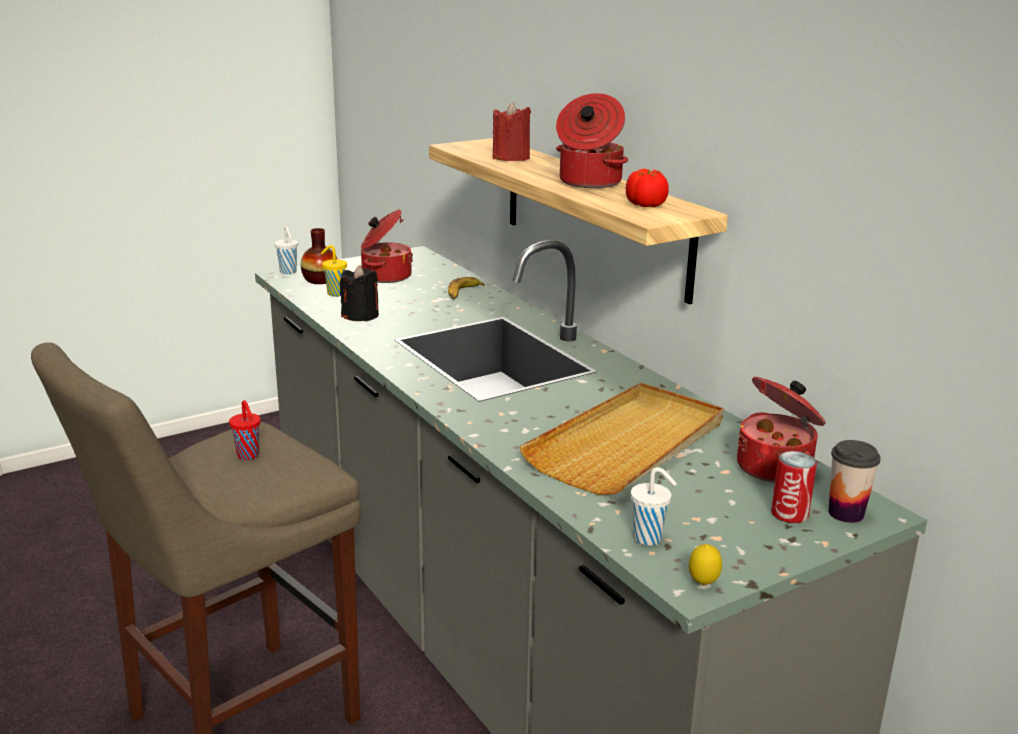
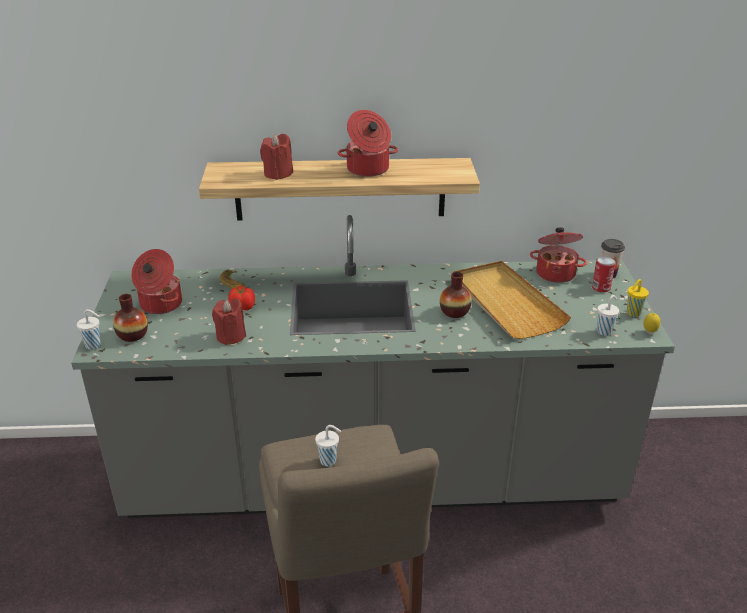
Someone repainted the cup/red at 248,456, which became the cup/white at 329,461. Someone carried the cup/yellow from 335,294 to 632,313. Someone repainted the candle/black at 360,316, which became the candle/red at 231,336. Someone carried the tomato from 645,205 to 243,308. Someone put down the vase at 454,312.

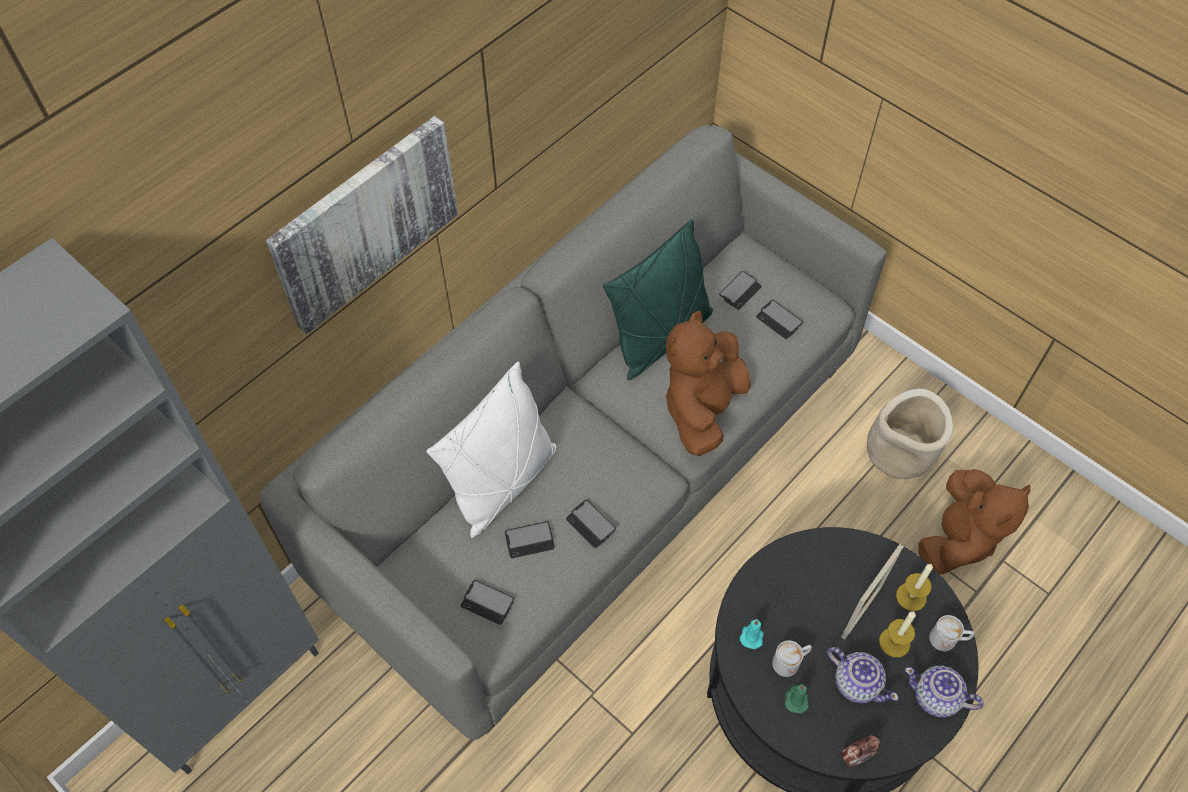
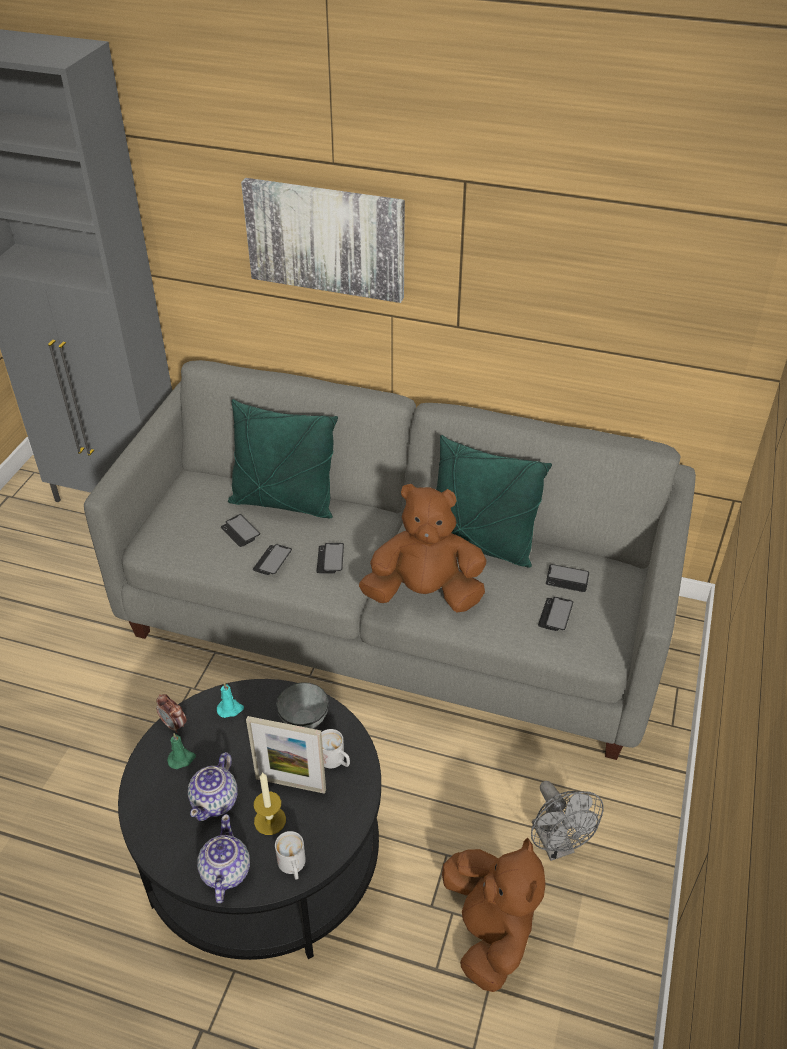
Someone repainted the pillow/white at 502,483, which became the pillow/green at 284,502. Someone carried the phone from 487,603 to 330,559. Someone carried the mug/white from 791,661 to 335,761. Someone carried the alarm clock from 855,756 to 174,725. Someone swapped the planter/beige at 898,454 for the fan/grey at 556,845. Someone took away the candle at 911,596. Someone rotated the plush toy/brown at 957,539 by 105 degrees counterclockwise. Someone put down the bowl/grey at 304,721.

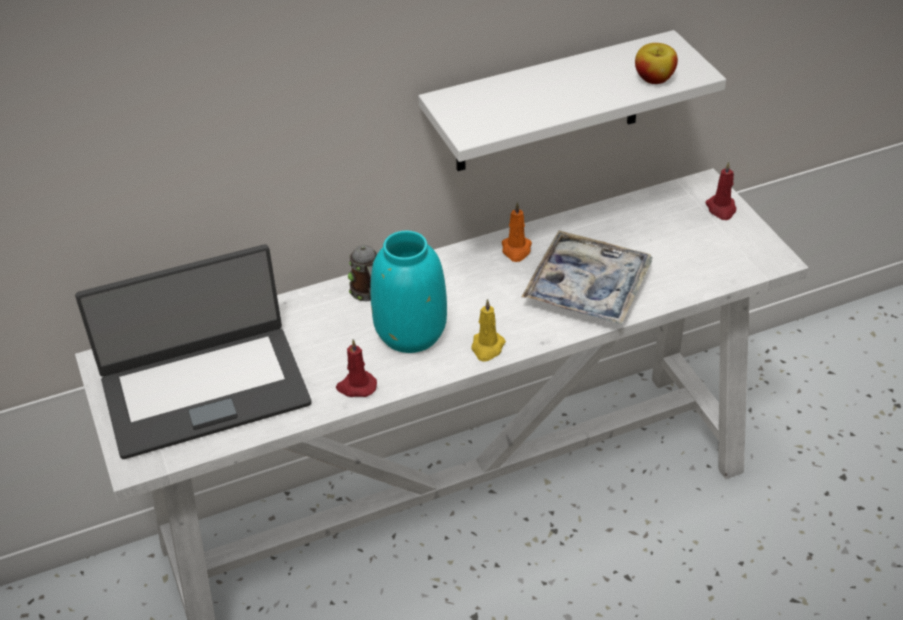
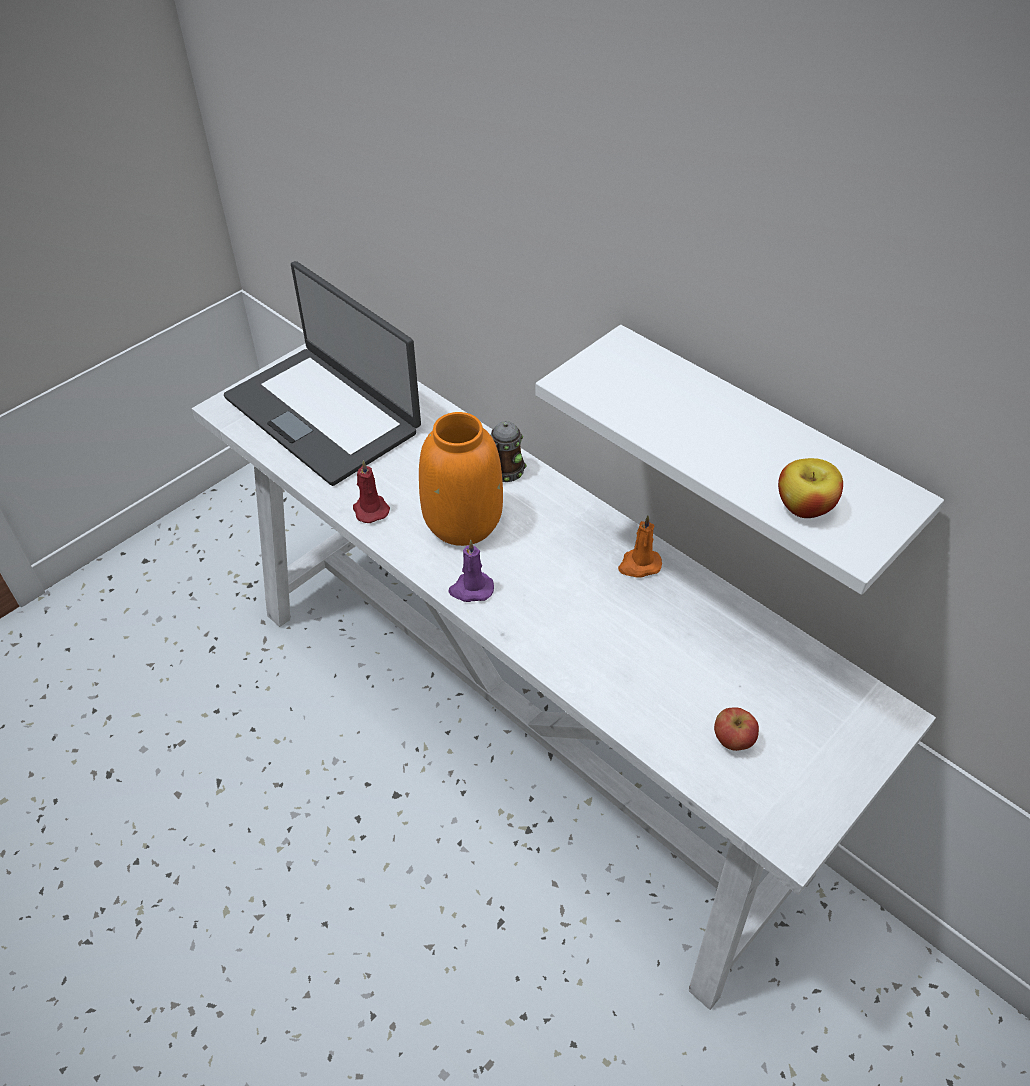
Someone repainted the vase/turquoise at 412,332, which became the vase/orange at 463,523. Someone repainted the candle/yellow at 487,347, which became the candle/purple at 471,589. Someone took away the tray at 587,288. Someone took away the candle/red at 721,209. Someone put down the apple at 732,740.

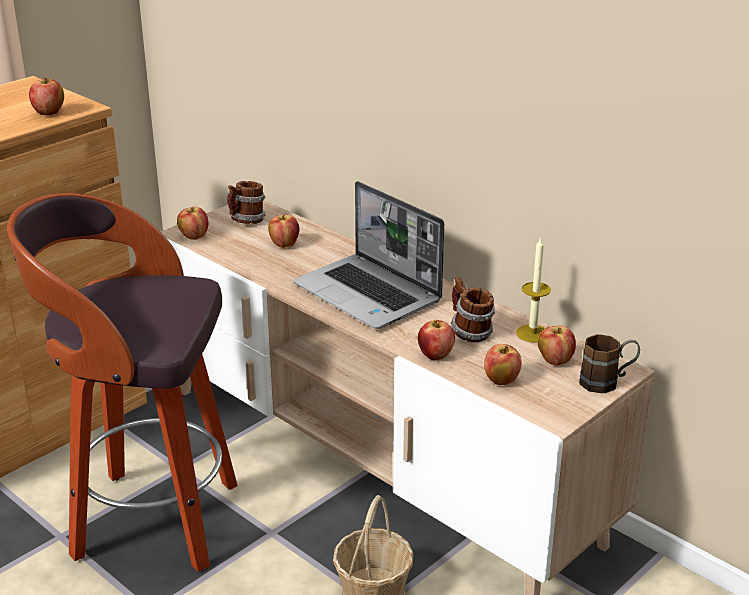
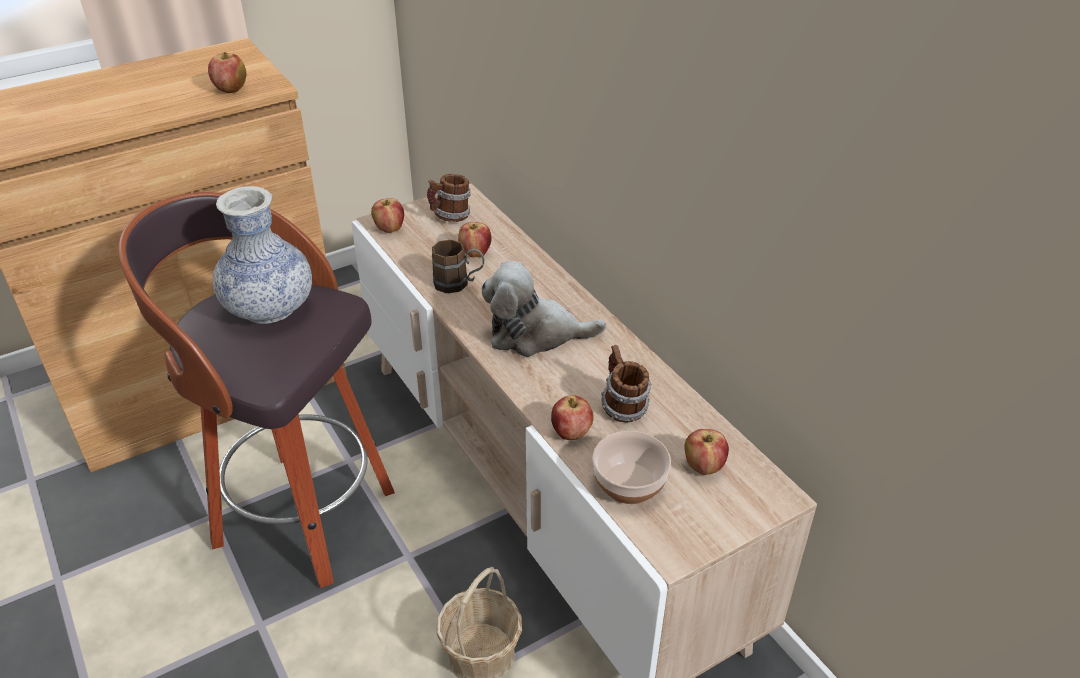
Someone swapped the laptop at 369,294 for the plush toy at 535,334. Someone swapped the apple at 501,380 for the bowl at 629,483. Someone took away the candle at 532,333. Someone carried the mug/brown from 607,382 to 459,283. Someone put down the vase at 269,308.

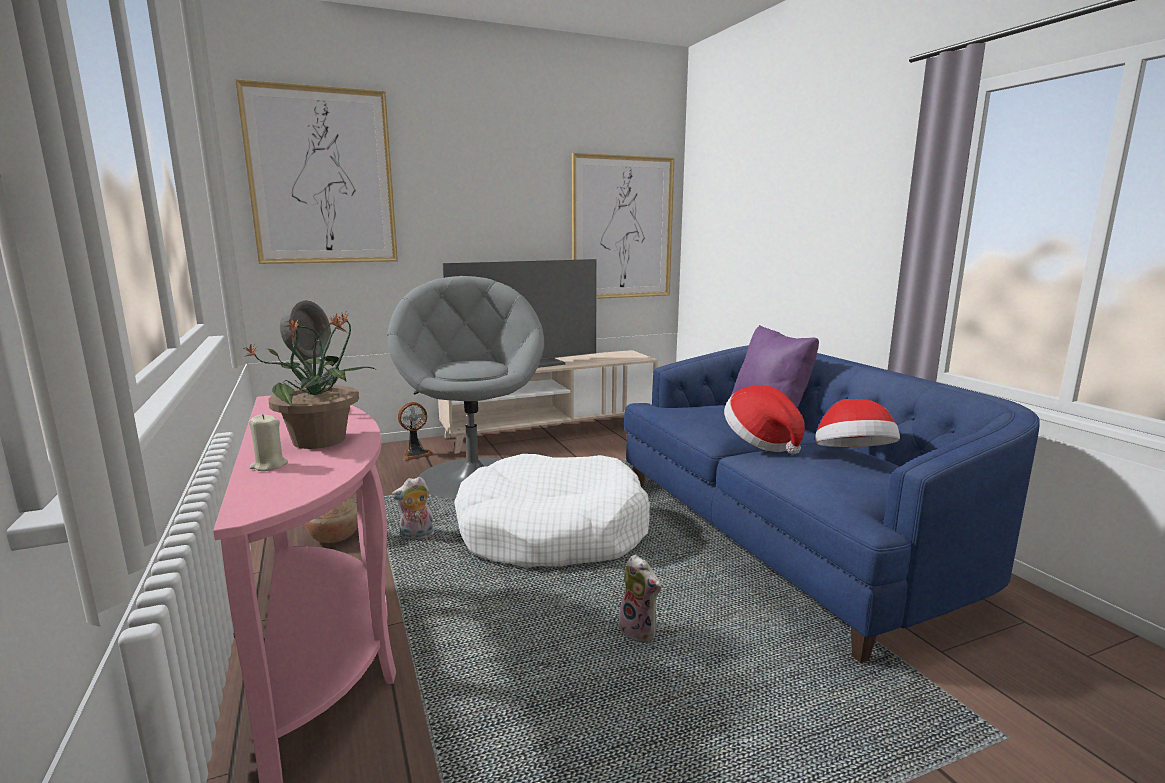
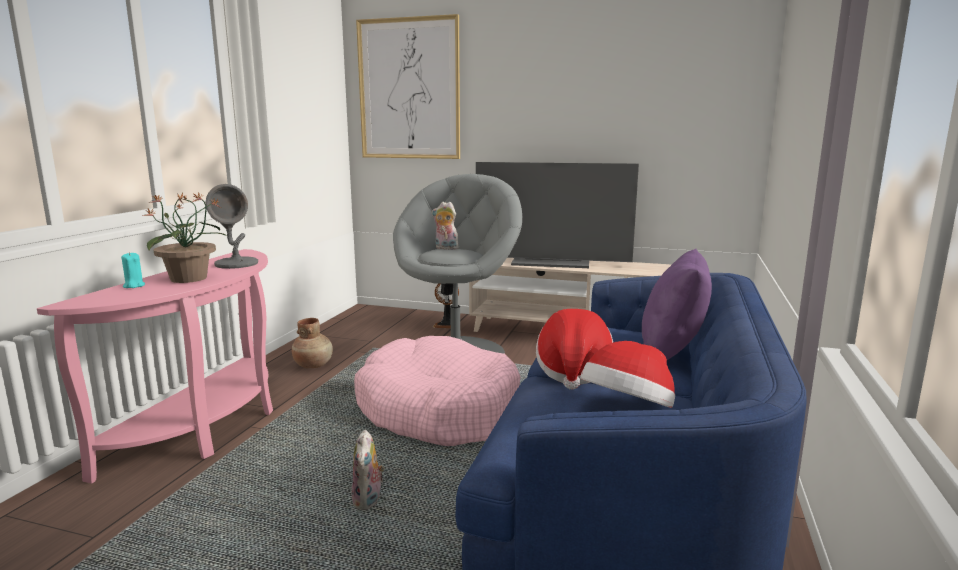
Someone repainted the candle/beige at 269,466, which became the candle/turquoise at 134,286. Someone carried the plush toy from 416,536 to 445,248. Someone repainted the dog bed/white at 552,532, which became the dog bed/pink at 437,410. Someone took away the picture at 622,228.

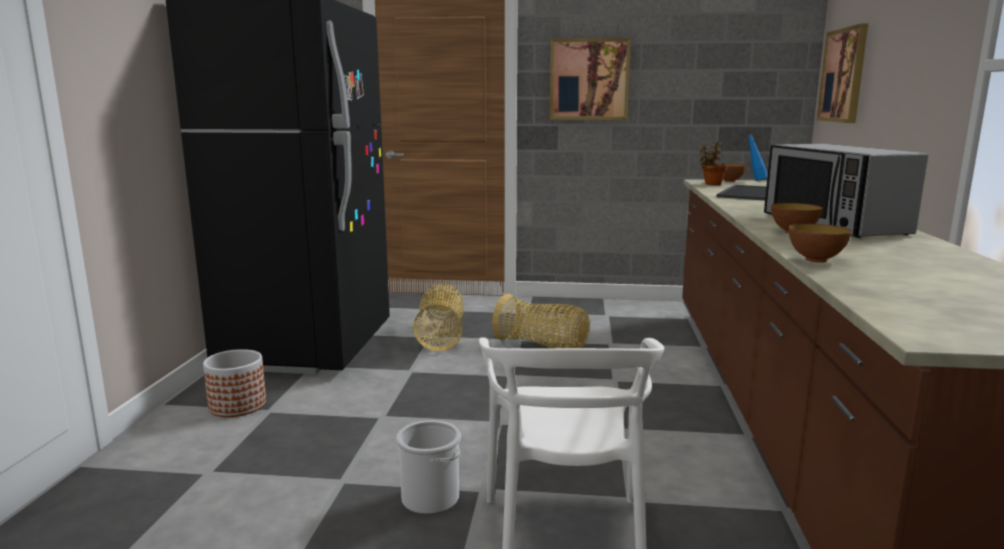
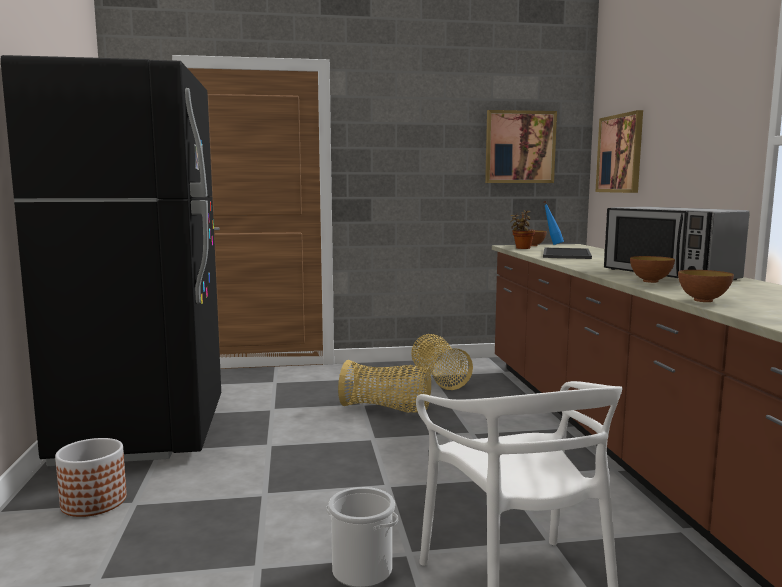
Someone carried the basket from 441,336 to 438,378. Someone carried the picture from 589,79 to 520,147.

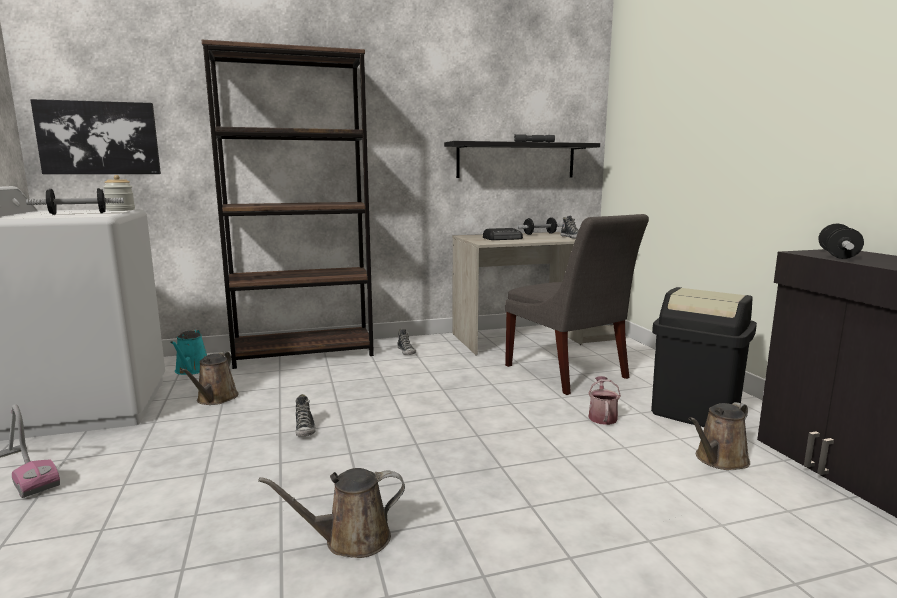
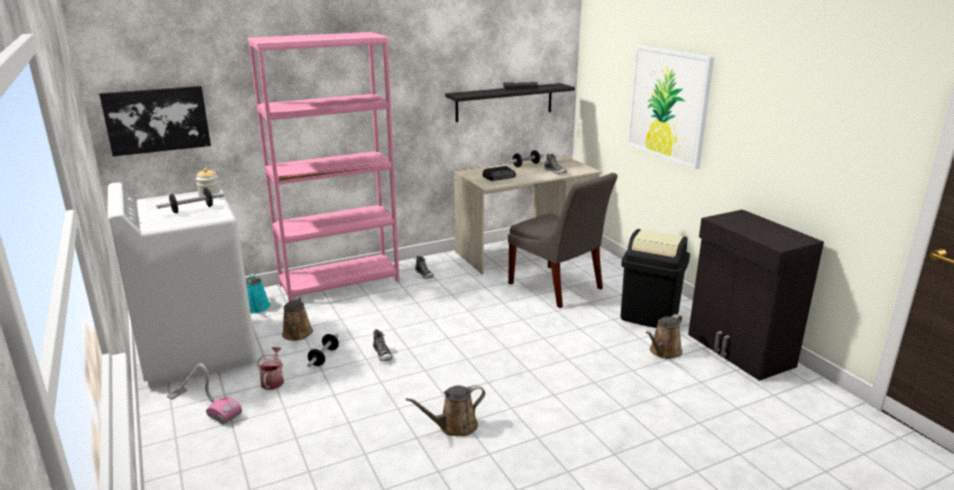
Someone repainted the bookcase/brown at 304,353, which became the bookcase/pink at 340,283. Someone carried the watering can from 602,416 to 273,381. Someone carried the dumbbell from 837,255 to 324,357. Someone put up the picture at 668,104.

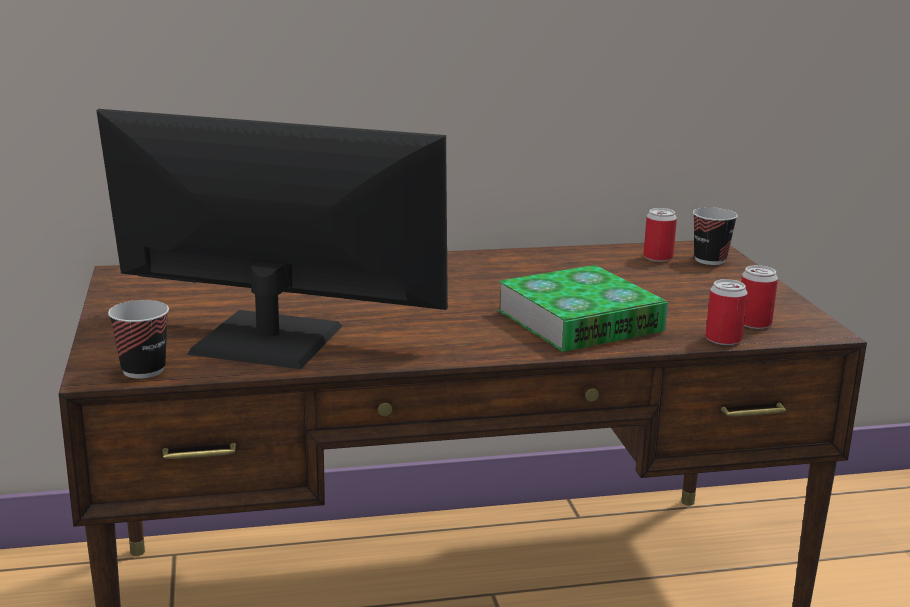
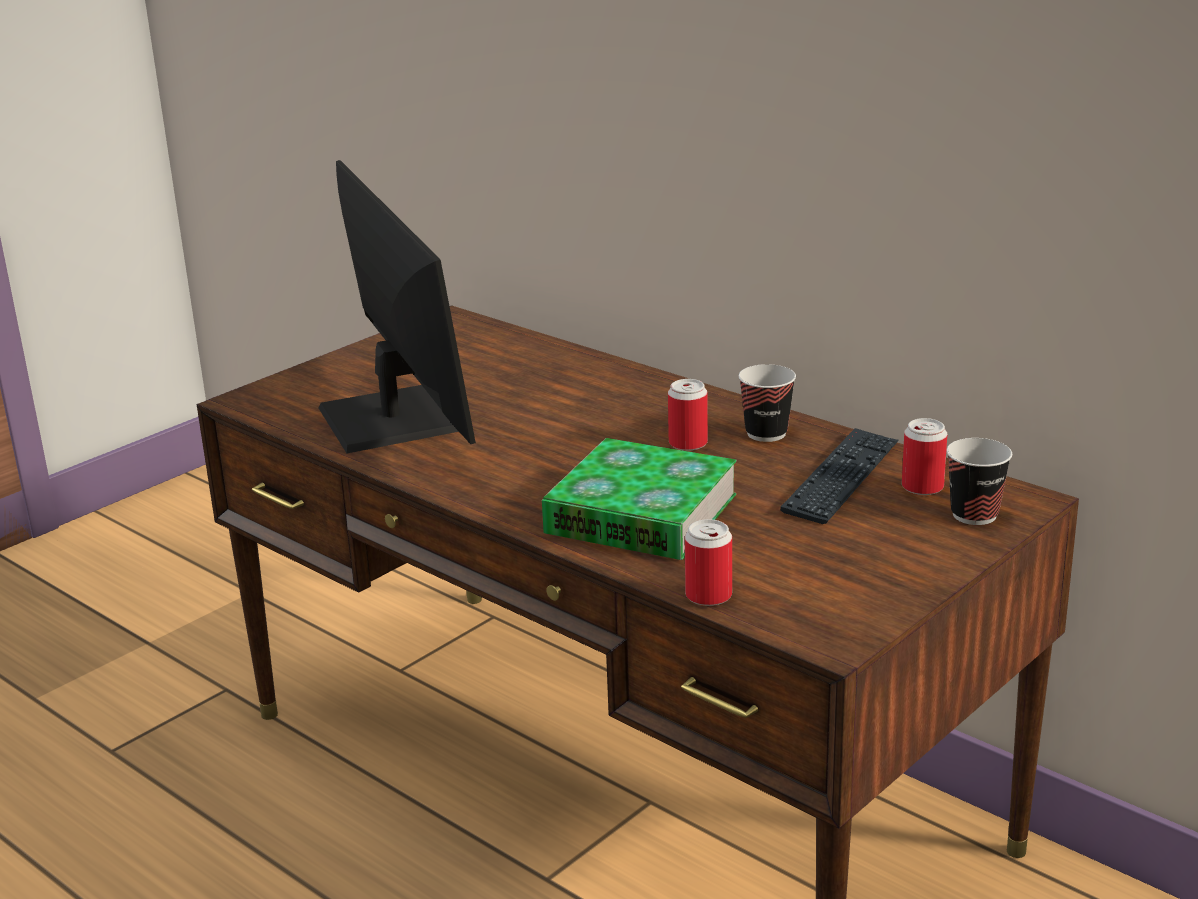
Someone carried the cup from 143,370 to 766,433. Someone carried the can from 754,323 to 688,443. Someone put down the keyboard at 841,478.

